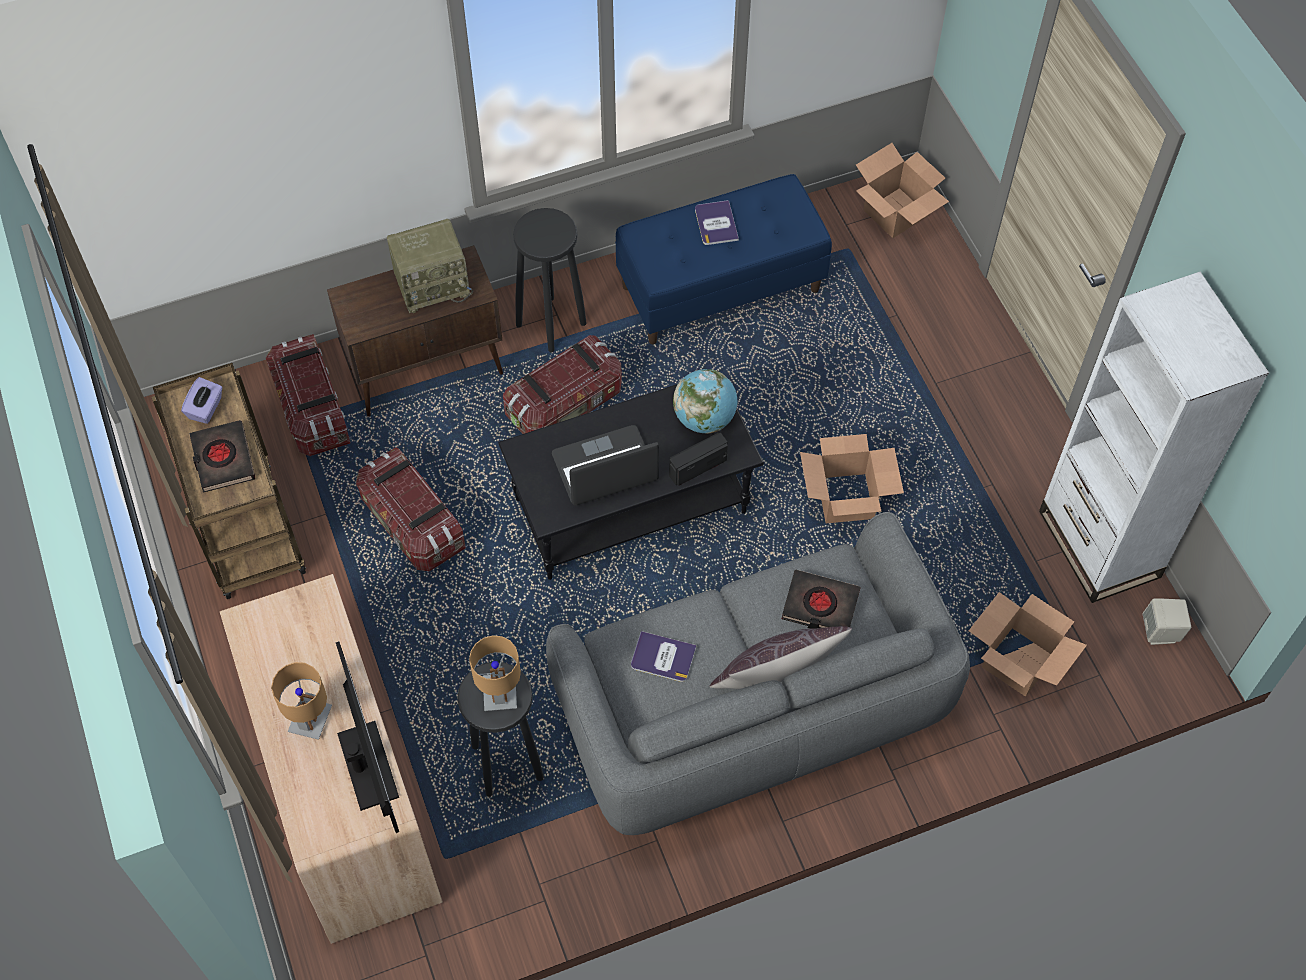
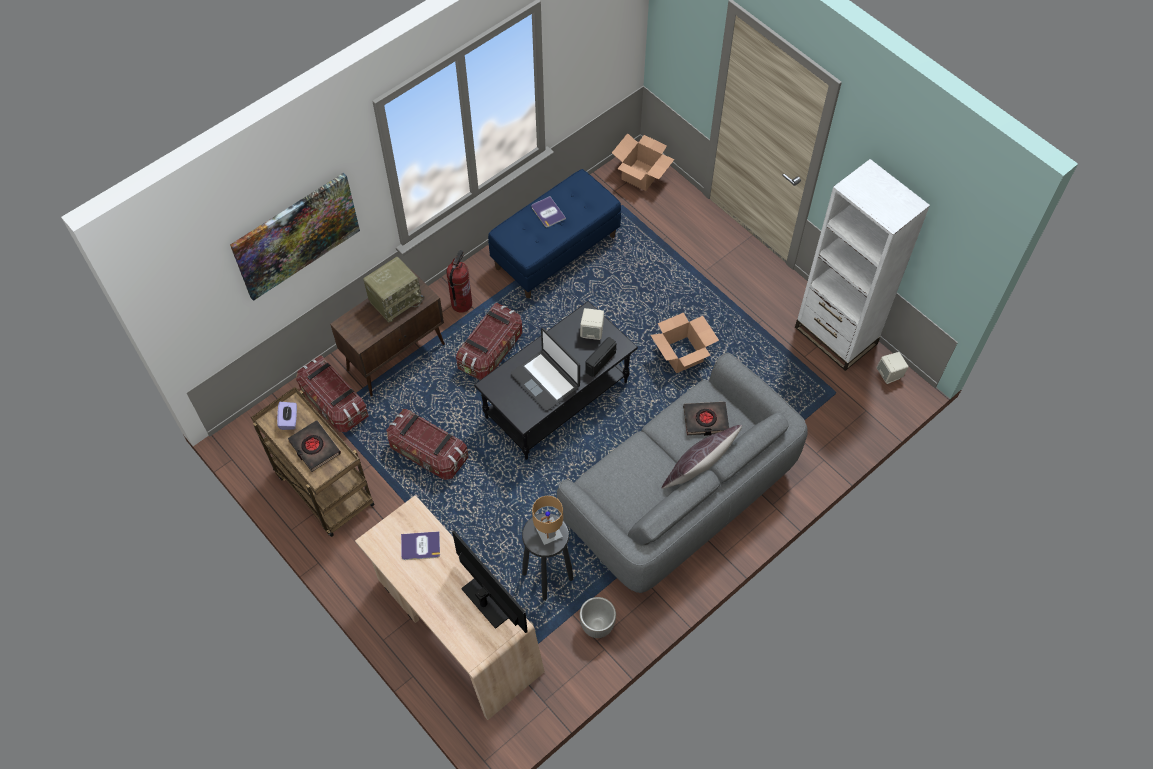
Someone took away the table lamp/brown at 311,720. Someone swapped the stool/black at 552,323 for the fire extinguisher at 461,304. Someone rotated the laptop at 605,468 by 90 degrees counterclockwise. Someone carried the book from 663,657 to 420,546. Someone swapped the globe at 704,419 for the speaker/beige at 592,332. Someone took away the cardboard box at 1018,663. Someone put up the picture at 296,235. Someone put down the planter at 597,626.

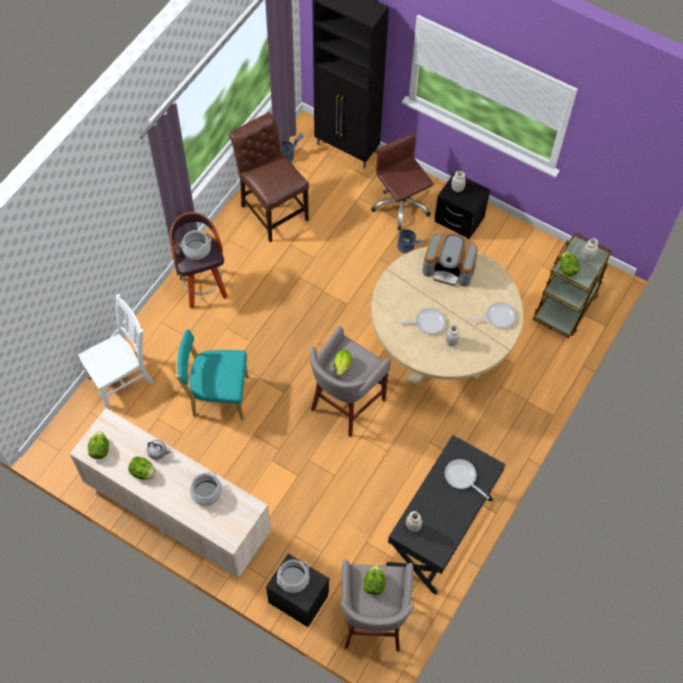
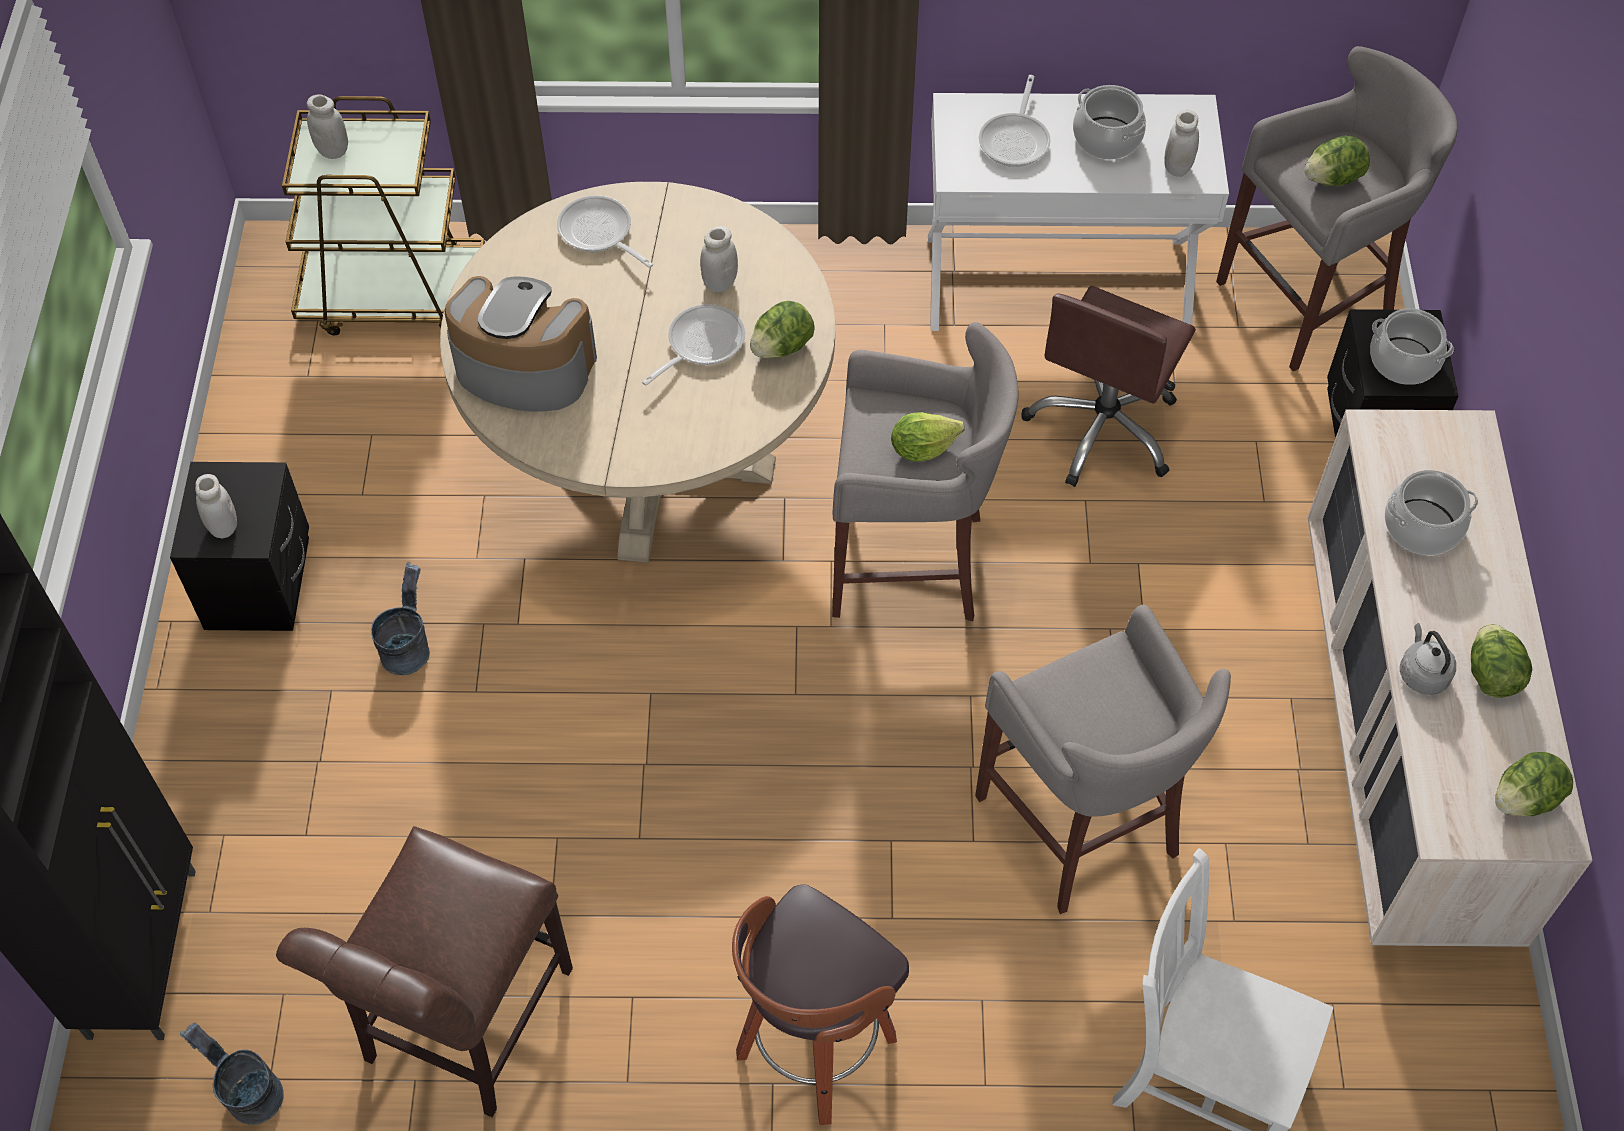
Someone swapped the chair/turquoise at 217,395 for the stool/grey at 1082,827. Someone carried the cooking pot from 197,249 to 1106,139. Someone carried the office chair/brown from 401,205 to 1103,429. Someone repainted the desk/black at 440,532, which became the desk/white at 1057,281. Someone rotated the frying pan at 427,322 by 75 degrees clockwise. Someone rotated the coffee machine at 449,268 by 60 degrees counterclockwise. Someone carried the lettuce from 567,269 to 782,347.

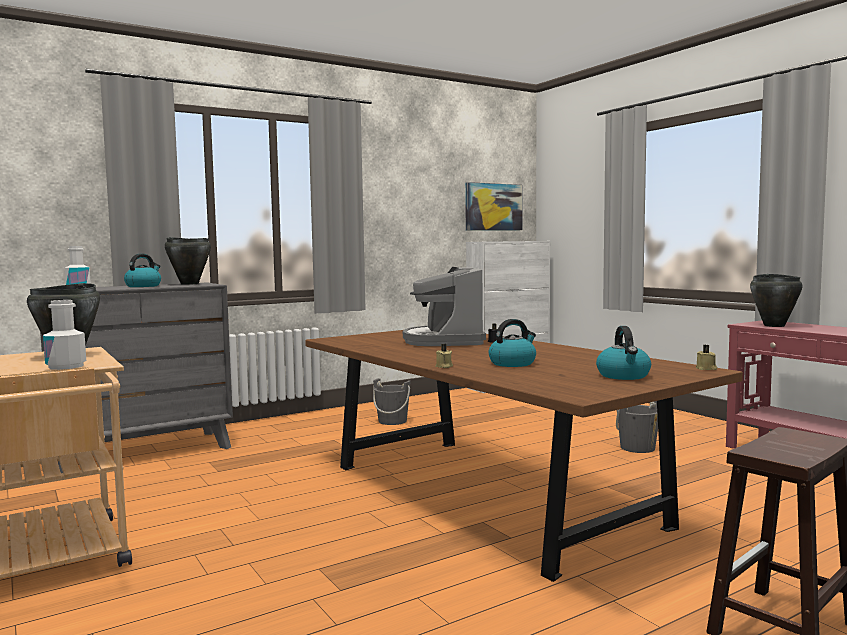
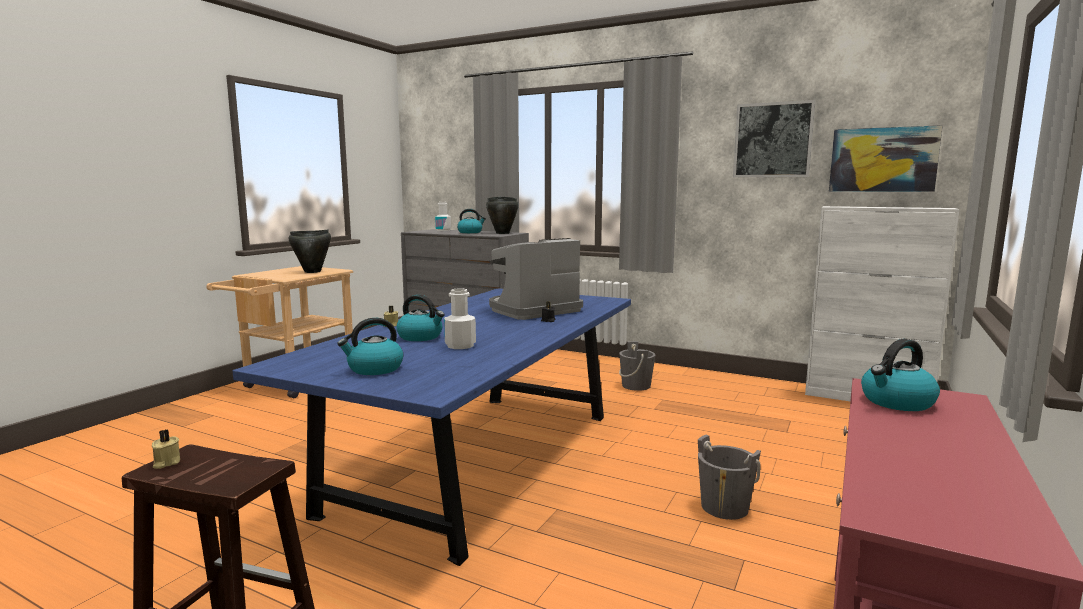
Someone carried the bottle/white from 66,366 to 460,345. Someone repainted the dining table/brown at 487,494, which became the dining table/blue at 482,459. Someone carried the candle/beige from 706,368 to 166,463. Someone swapped the cooking pot/black at 774,325 for the kettle at 897,402. Someone put up the picture at 773,140.

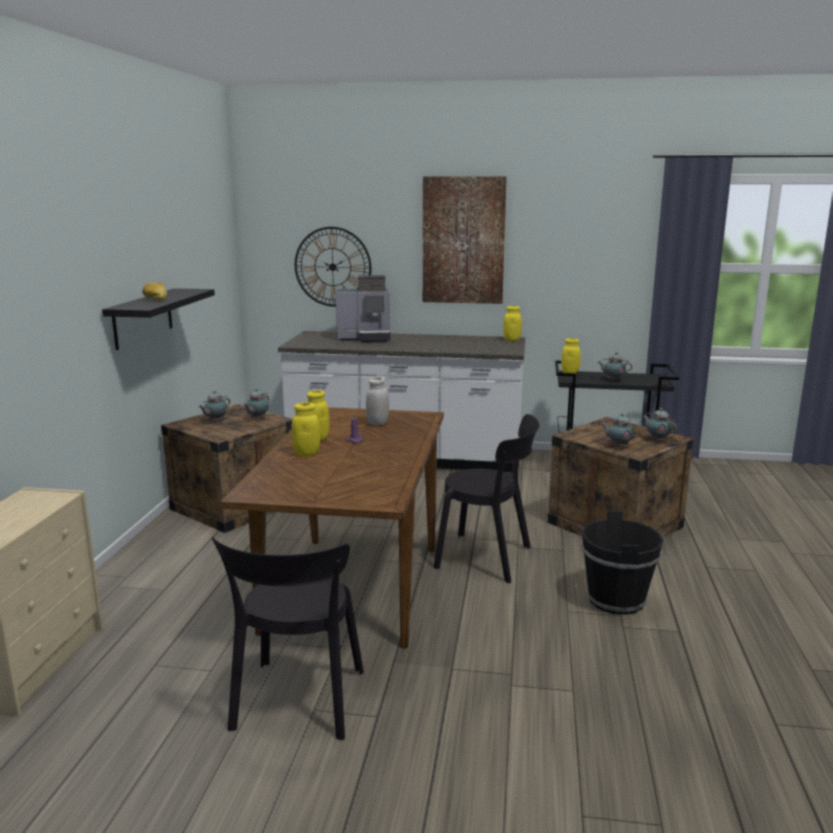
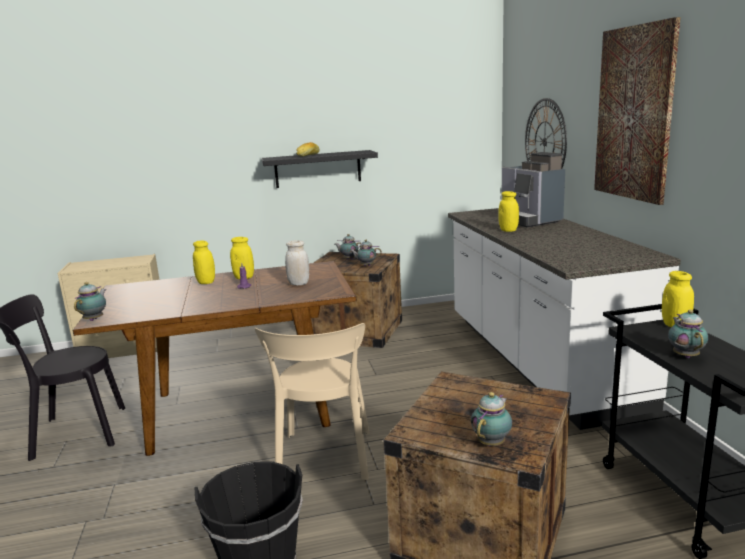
Someone repainted the chair/black at 488,558, which became the chair/beige at 324,459. Someone carried the jar/yellow from 512,340 to 508,230. Someone carried the teapot from 618,446 to 95,319.

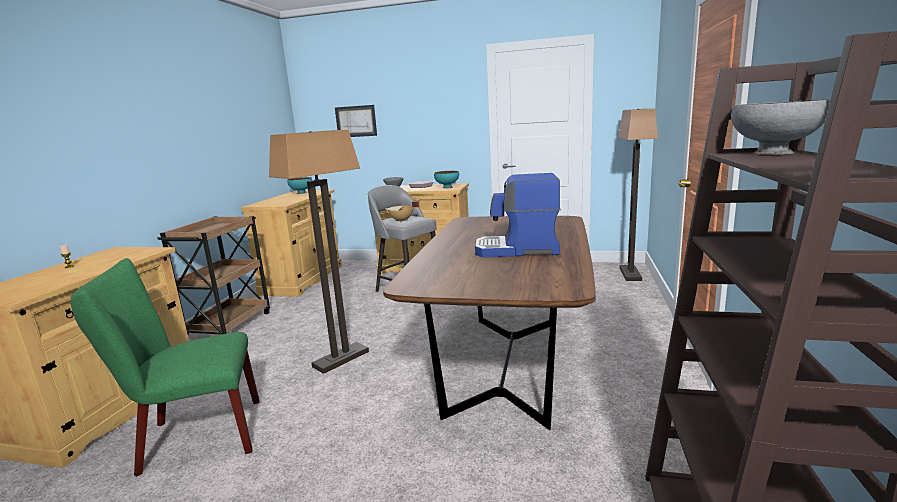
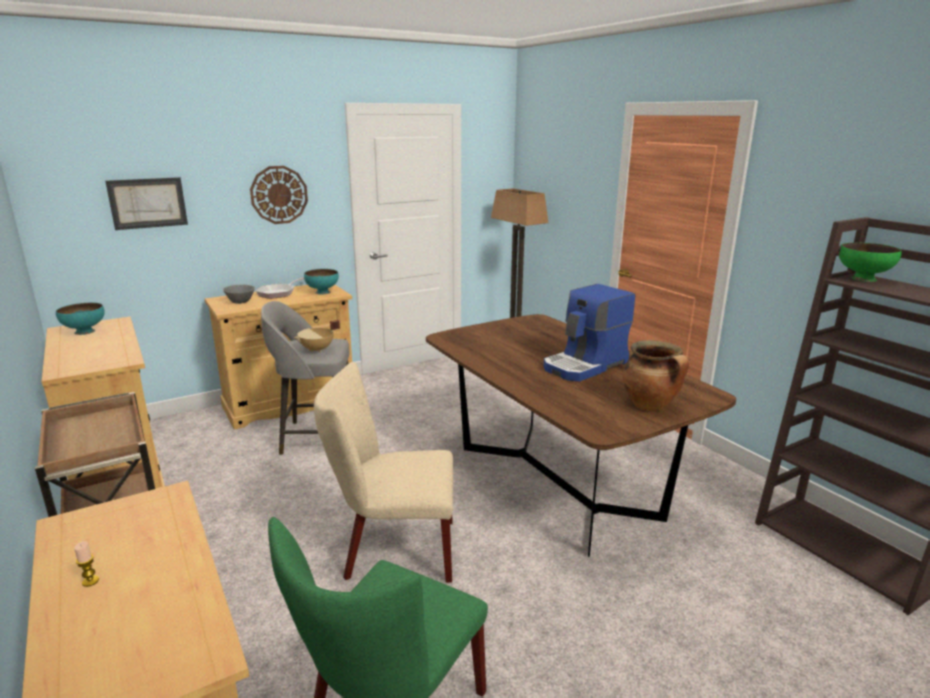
Someone swapped the floor lamp at 341,359 for the chair/beige at 392,550. Someone repainted the bowl/grey at 774,153, which became the bowl/green at 863,279. Someone put up the wall clock at 279,195. Someone put down the cooking pot at 651,406.

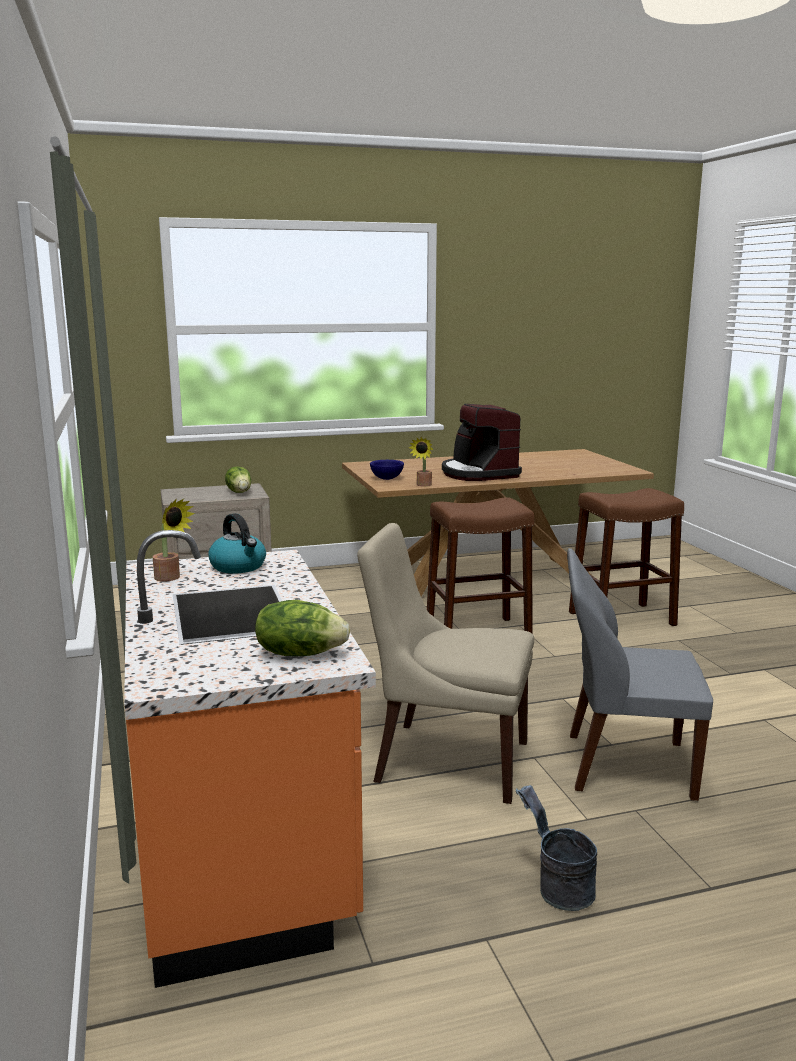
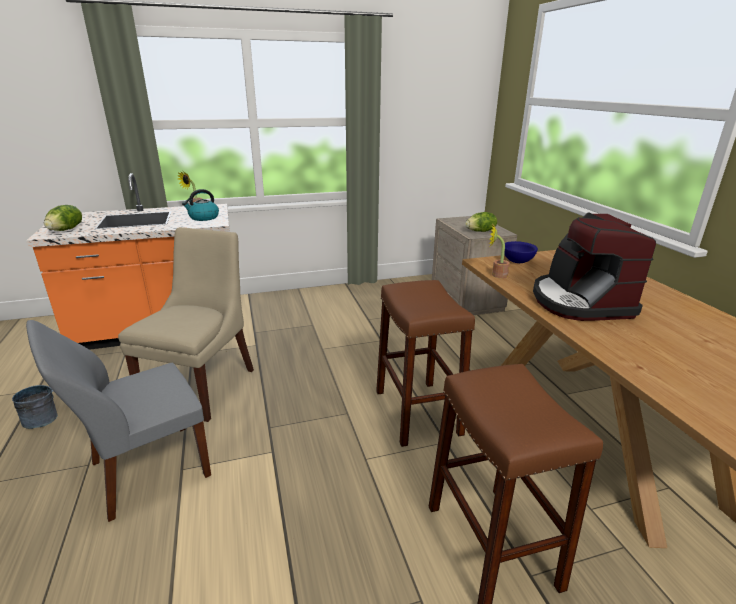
Someone rotated the coffee machine at 478,473 by 75 degrees counterclockwise. Someone rotated the chair/grey at 624,765 by 135 degrees counterclockwise.

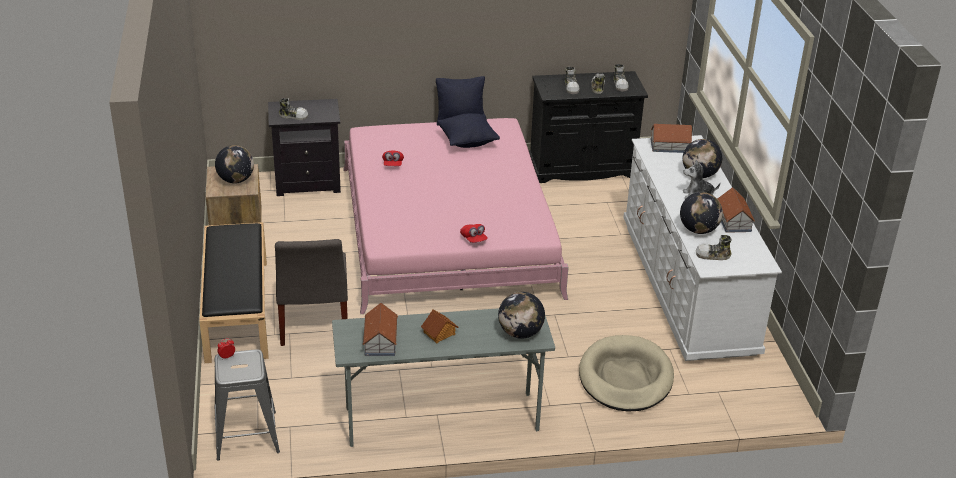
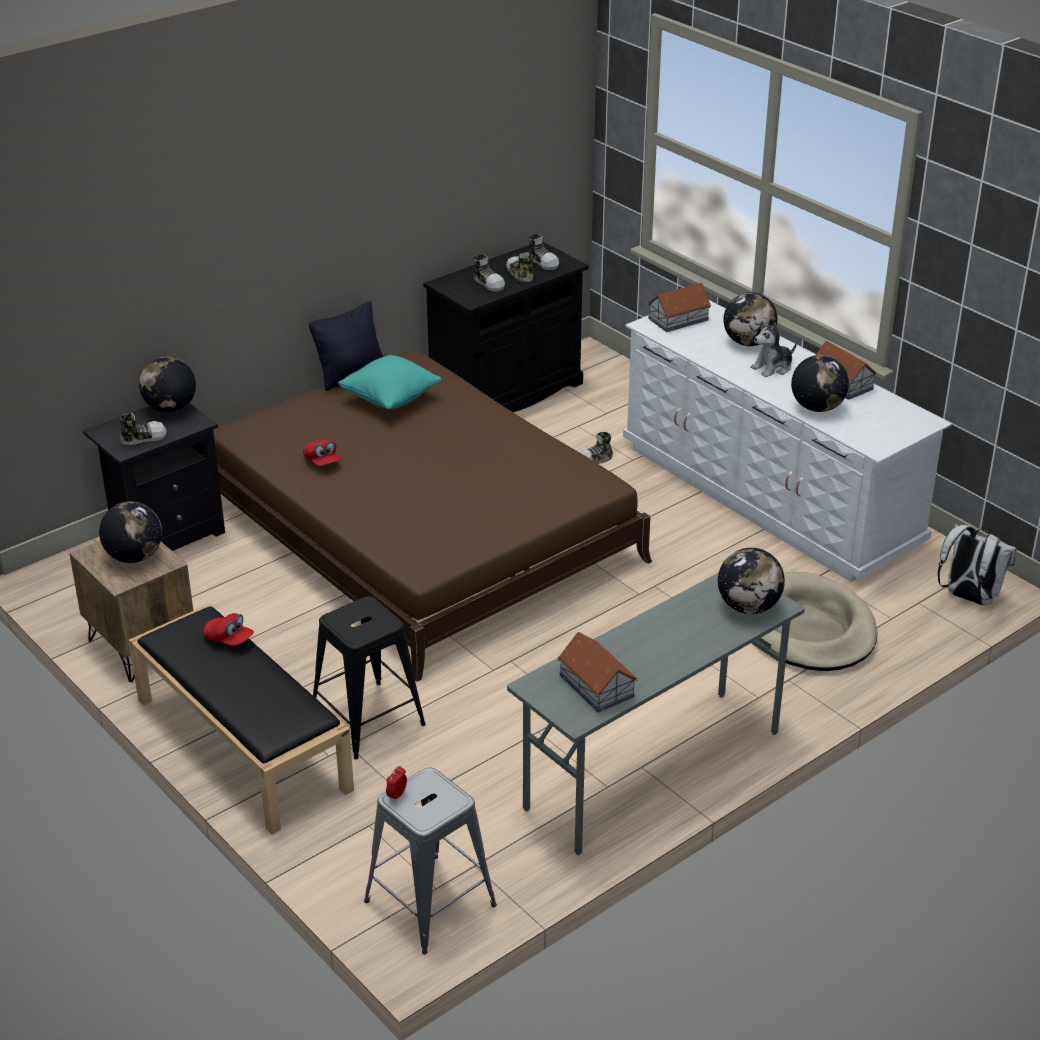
Someone swapped the chair/grey at 313,324 for the stool/black at 367,719. Someone repainted the bed/pink at 447,230, which became the bed/brown at 418,530. Someone took away the toy house at 439,333. Someone repainted the pillow/black at 467,142, which became the pillow/turquoise at 390,399. Someone carried the cap/red from 473,239 to 229,640. Someone carried the shoe from 713,255 to 594,460. Someone put down the globe at 170,408. Someone put down the backpack/white at 968,597.

